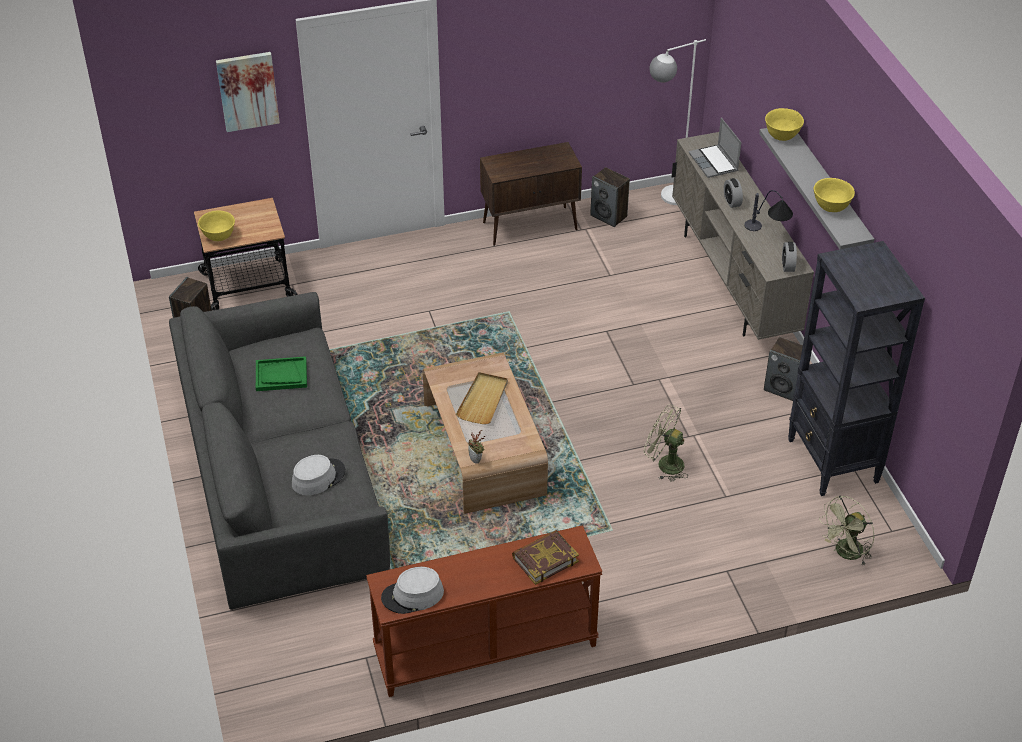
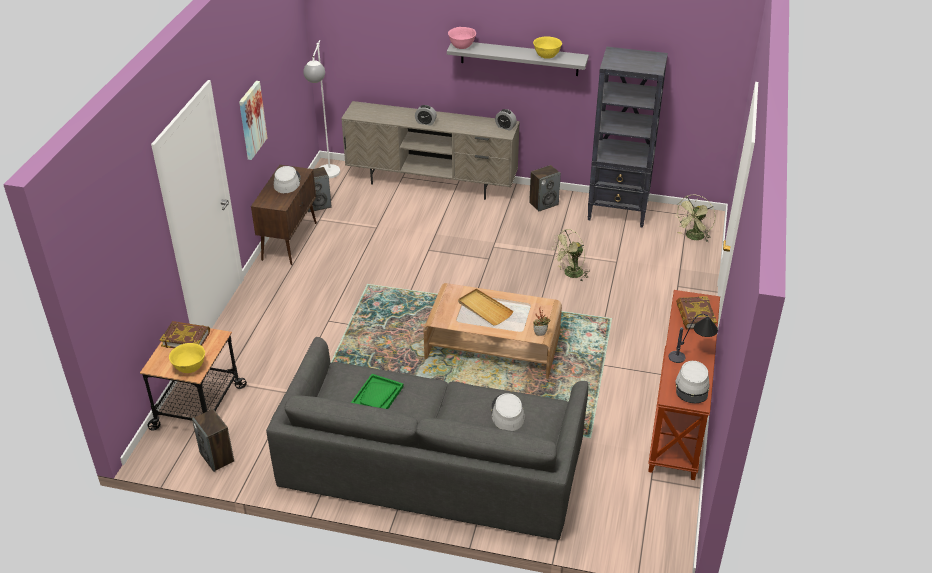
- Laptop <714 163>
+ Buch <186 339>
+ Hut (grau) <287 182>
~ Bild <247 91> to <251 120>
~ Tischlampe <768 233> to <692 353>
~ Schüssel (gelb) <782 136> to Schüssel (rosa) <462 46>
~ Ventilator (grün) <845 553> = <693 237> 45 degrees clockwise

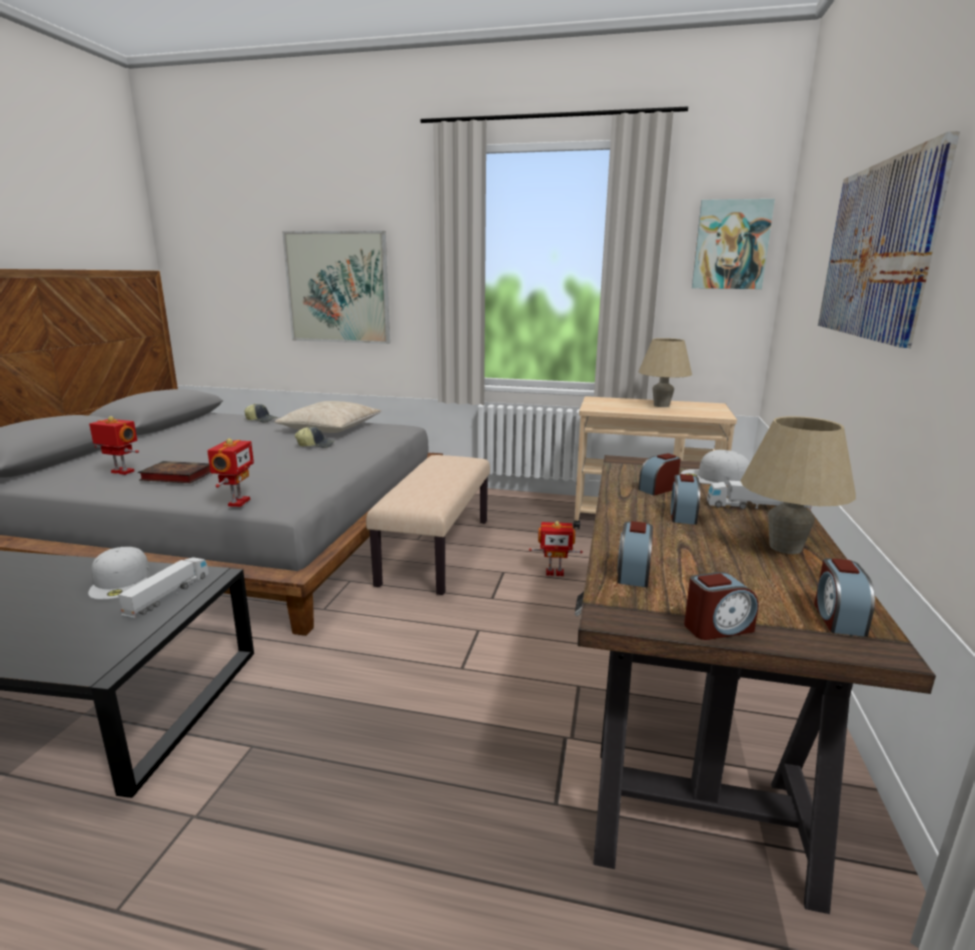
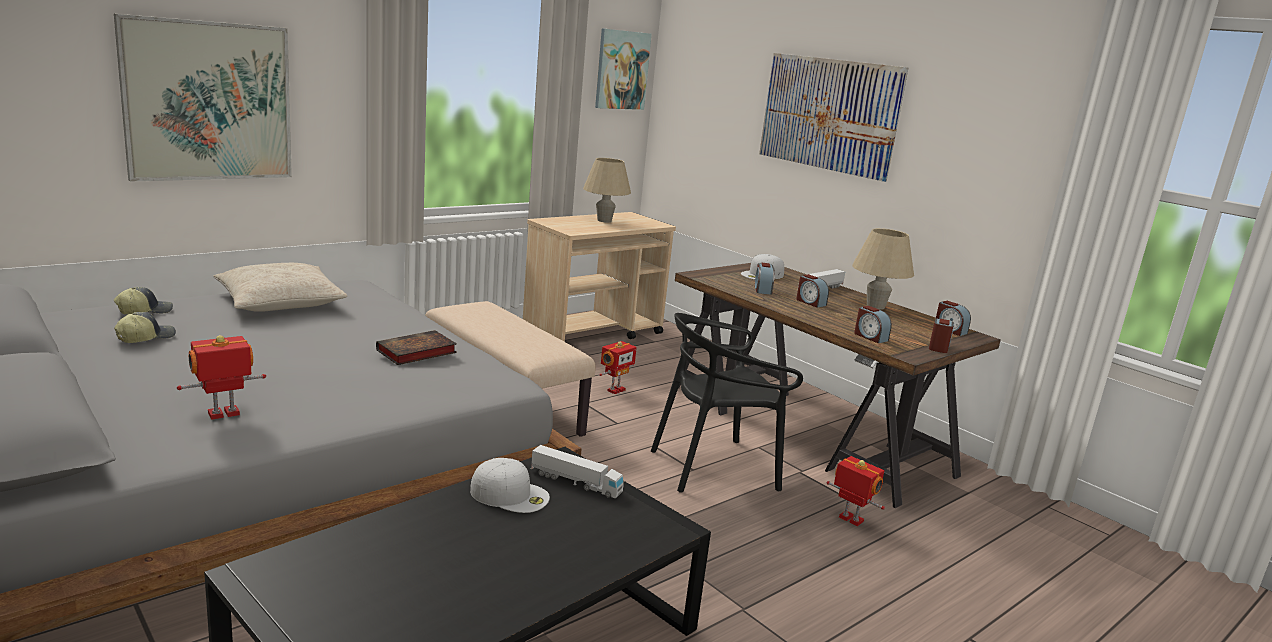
+ Stuhl (schwarz) <714 468>
~ Buch <175 476> to <415 352>
~ Spielzeugroboter <237 502> to <850 520>
~ Kappe <316 445> to <145 337>
~ Spielzeuglaster <168 595> = <575 482> 150 degrees clockwise

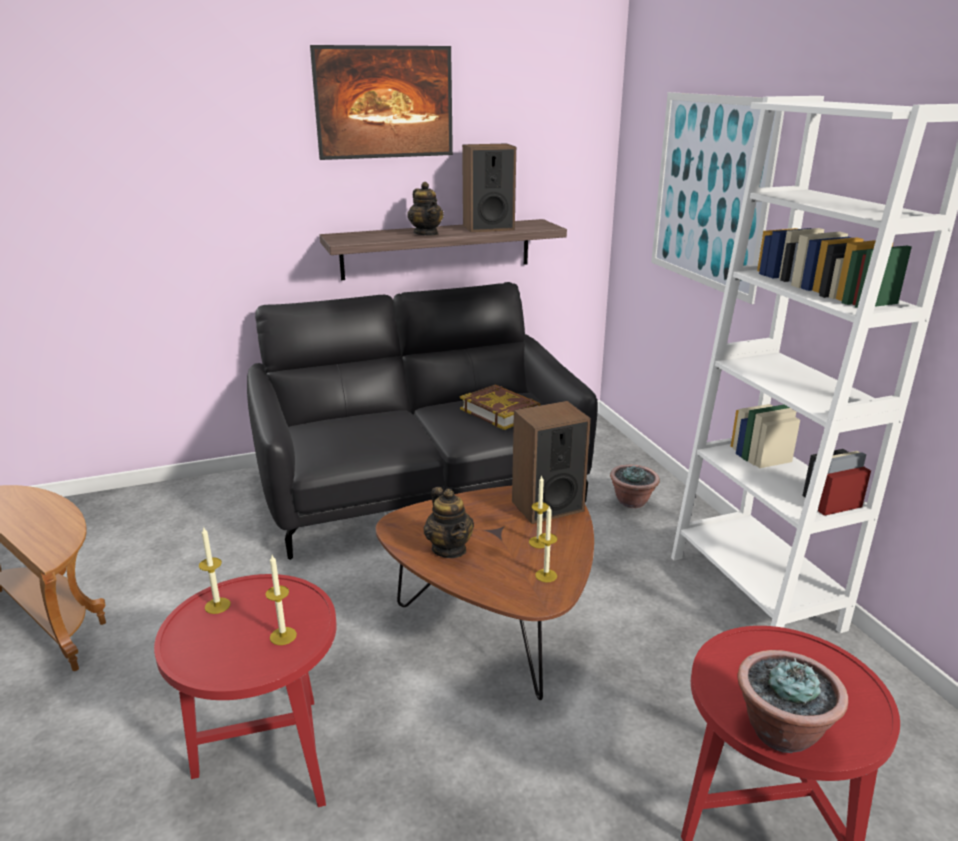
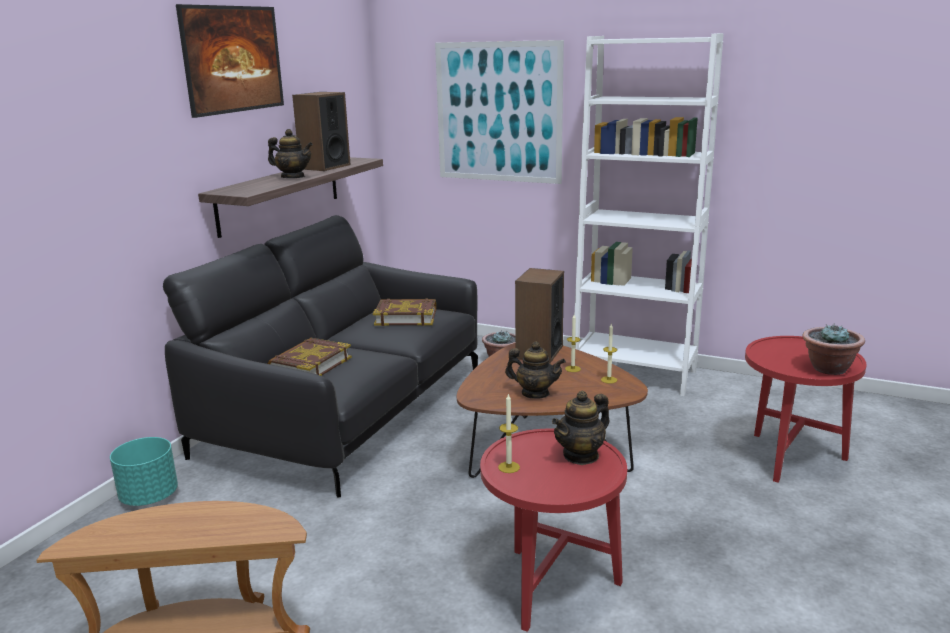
+ Pflanzkübel (türkis) <149 497>
+ Buch <310 365>
~ Kerze <283 636> to Teekanne <581 455>

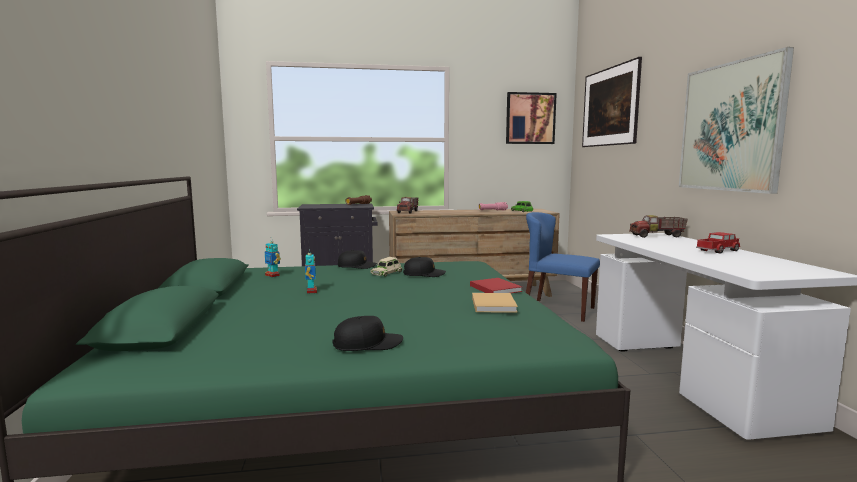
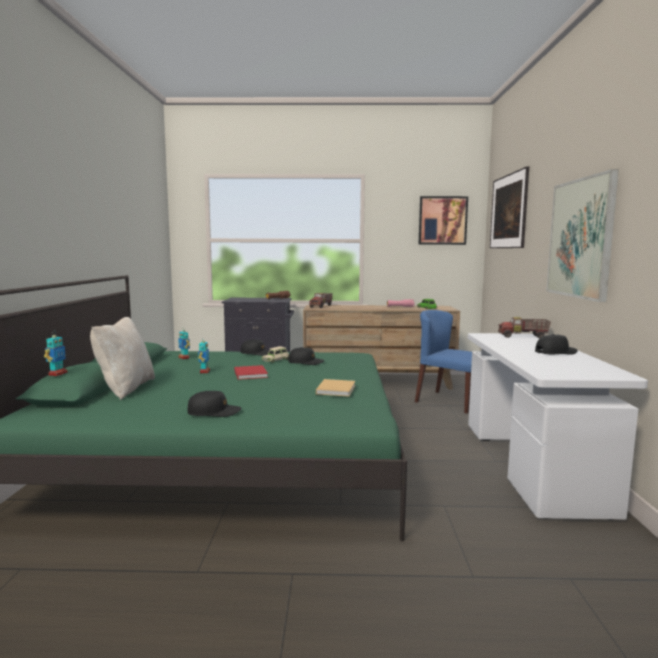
+ Spielzeugroboter <57 374>
+ Kissen (beige) <125 389>
~ Buch (rot) <494 288> to <250 373>
~ Spielzeuglaster <717 251> to Kappe (schwarz) <555 352>

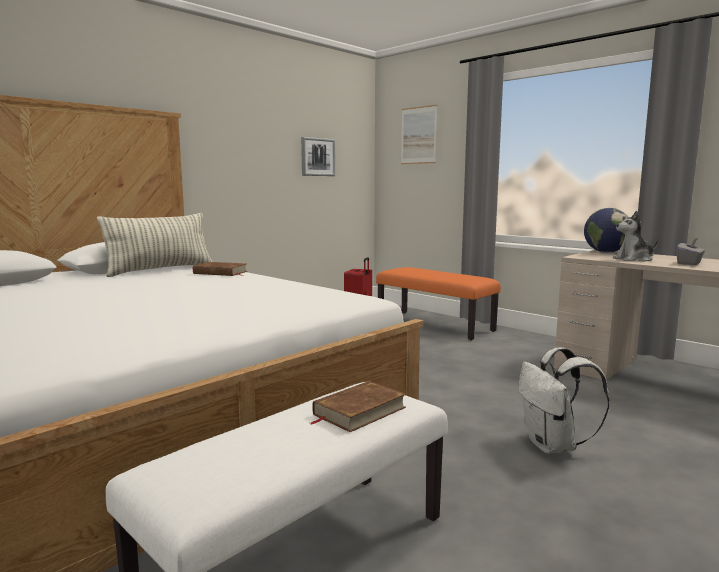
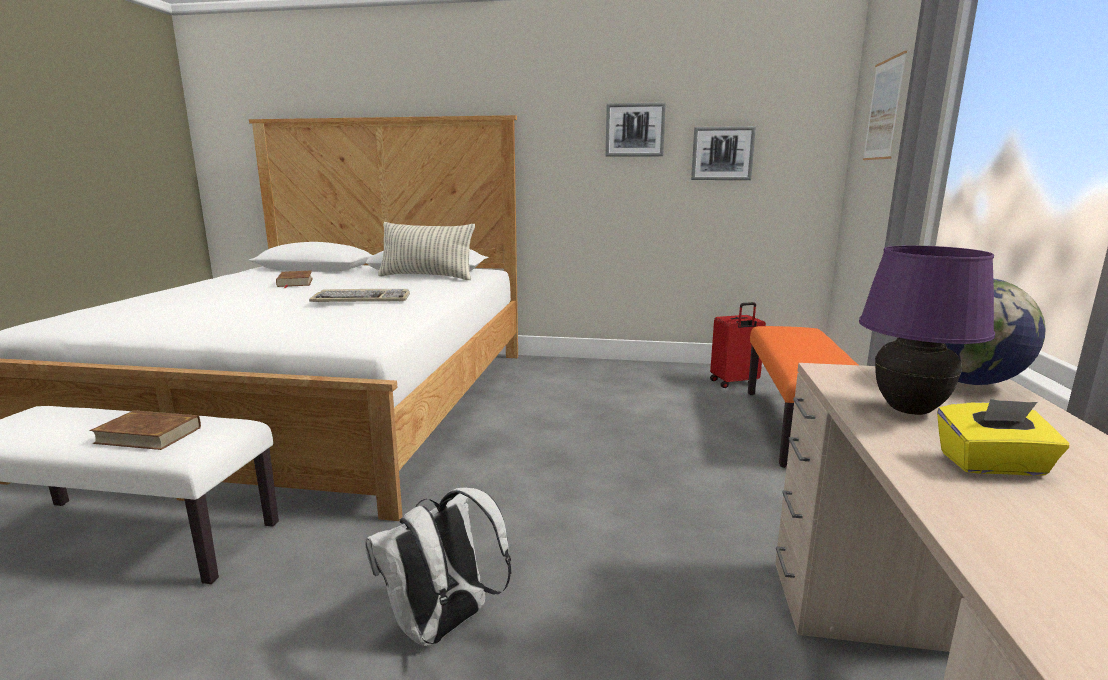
+ Tastatur <363 299>
+ Bild <635 130>
~ Buch (braun) <220 272> to <295 282>
~ Plüschtier <634 259> to Tischlampe (lila) <910 410>
~ Taschentuchbox (grau) <689 263> to Taschentuchbox (gelb) <992 465>

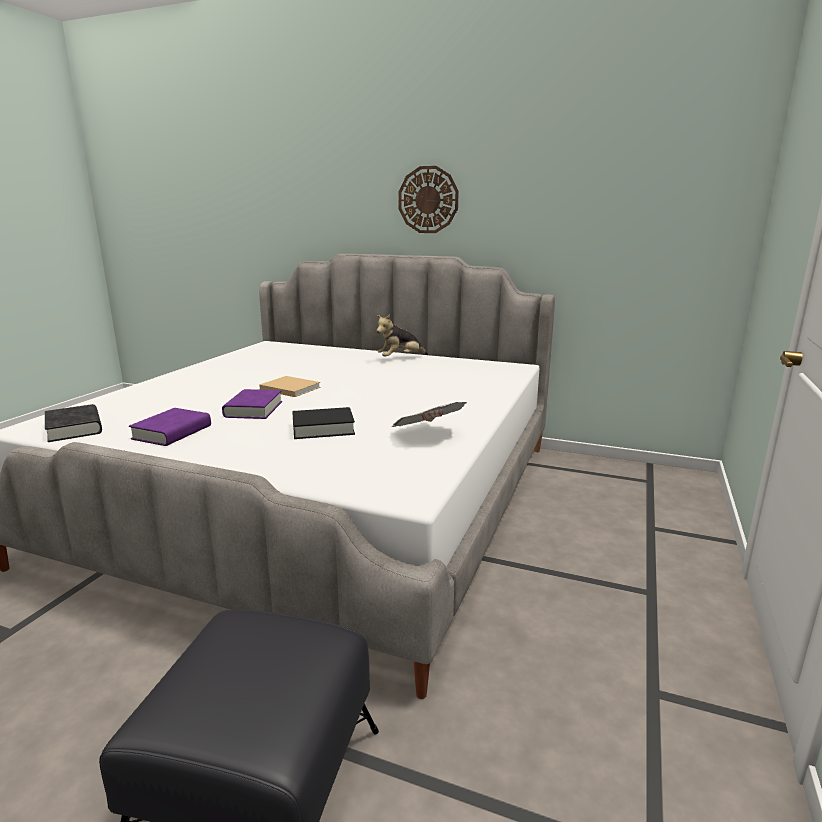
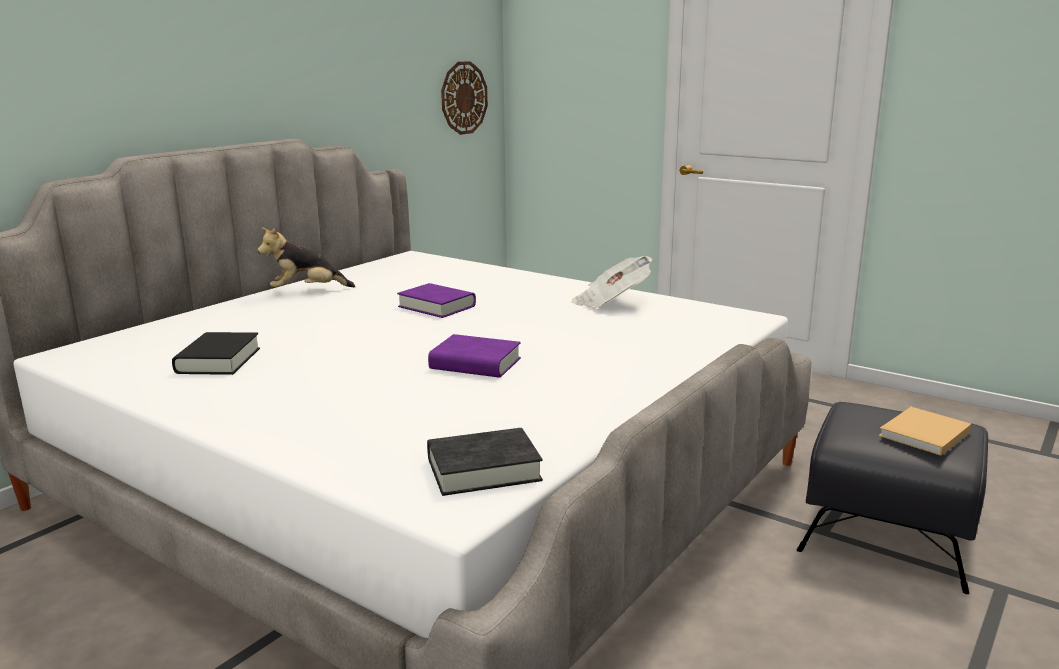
~ Buch (lila) <172 432> to <437 306>
~ Buch (beige) <289 388> to <923 434>
~ Buch (schwarz) <323 428> to <218 361>
~ Wanduhr <428 200> to <464 98>
~ Plüschtier <400 358> = <306 291> 90 degrees clockwise

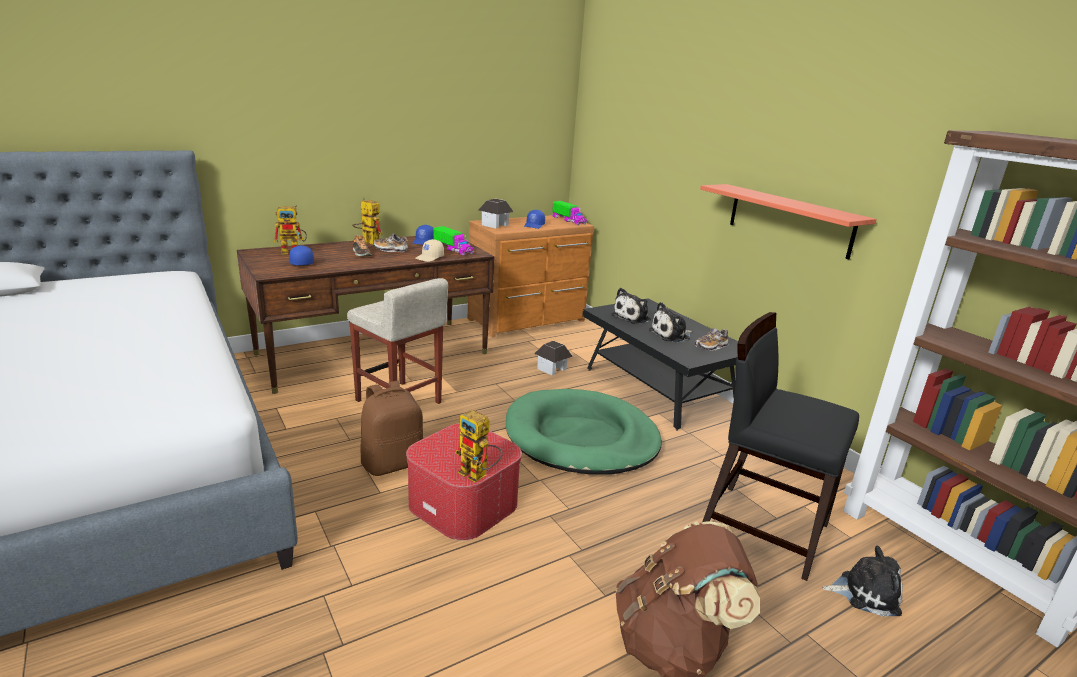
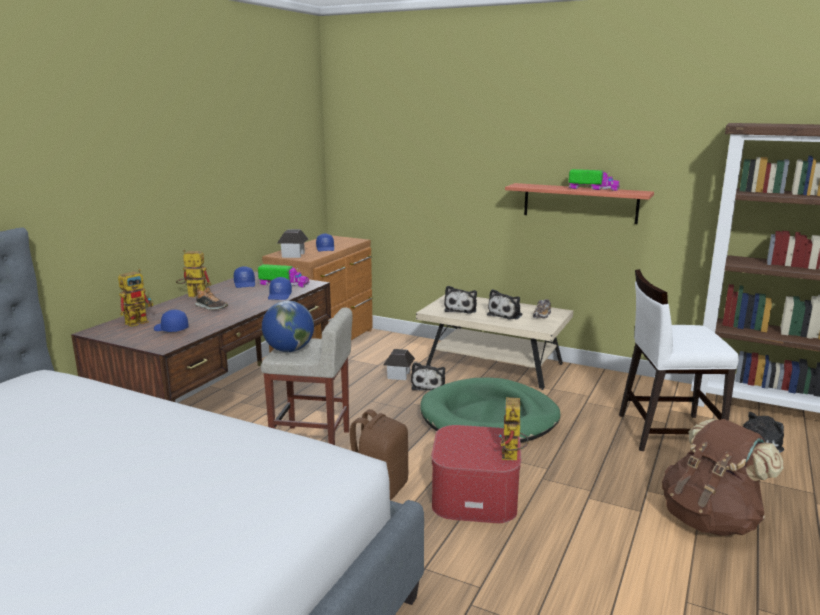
- Schuh <390 250>
+ Globus <289 350>
+ Plüschtier <429 385>
~ Spielzeuglaster <568 220> to <593 189>
~ Kappe (beige) <430 258> to Kappe (blau) <280 296>
~ Couchtisch (schwarz) <657 390> to Couchtisch (beige) <493 366>
~ Stuhl (schwarz) <762 528> to Stuhl (weiß) <667 432>
~ Spielzeugroboter <478 475> = <512 457> 90 degrees clockwise

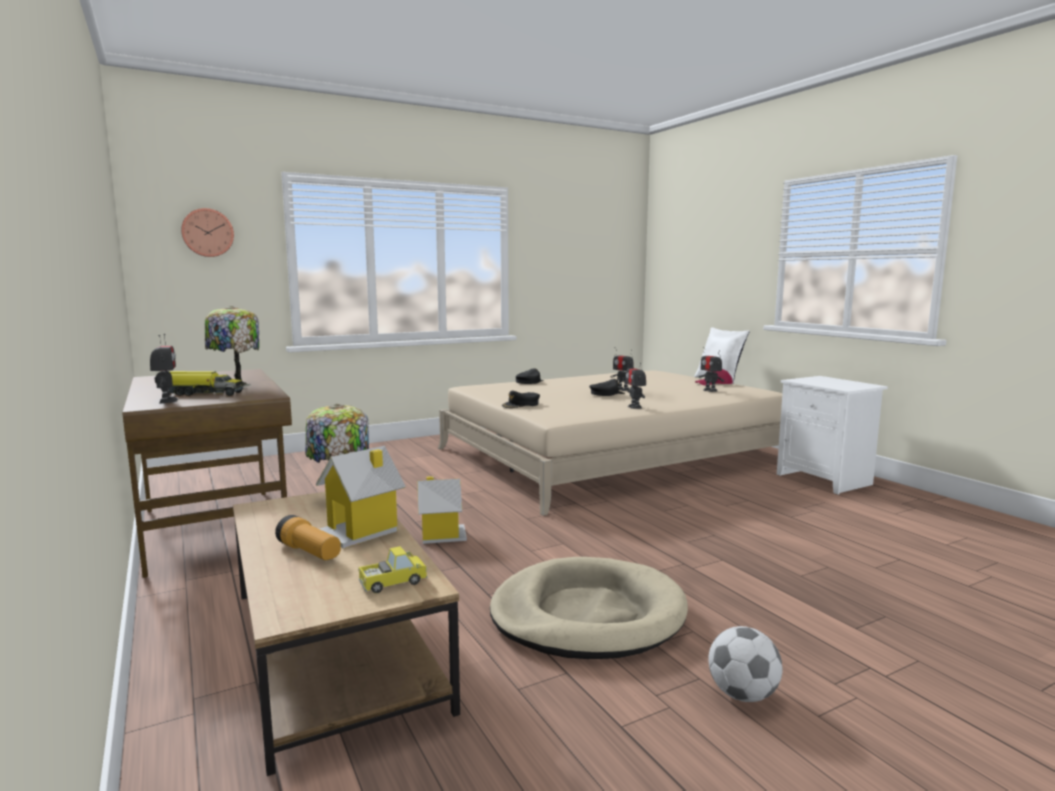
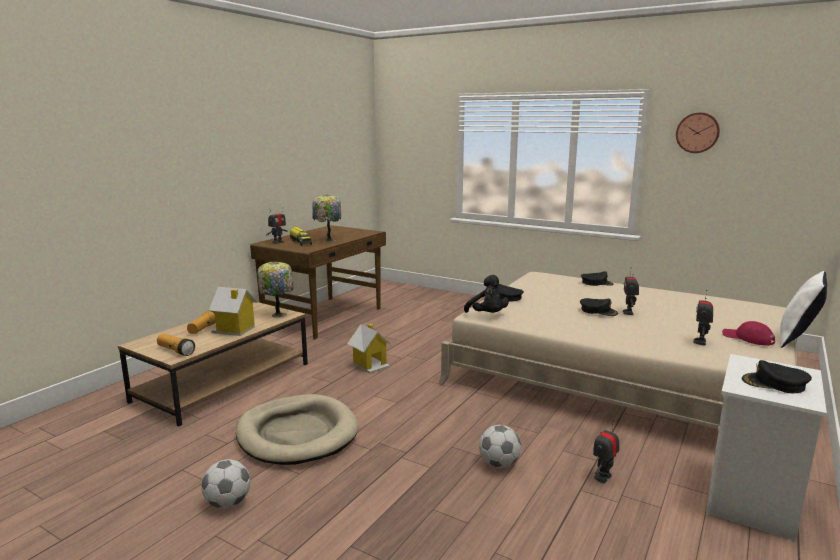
+ Plüschtier (schwarz) <487 315>
+ Fußball <499 464>
+ Kappe (schwarz) <774 384>
~ Wanduhr <207 233> to <697 132>
~ Spielzeugroboter <634 407> to <603 477>
~ Spielzeuglaster <393 583> to Taschenlampe <176 351>

